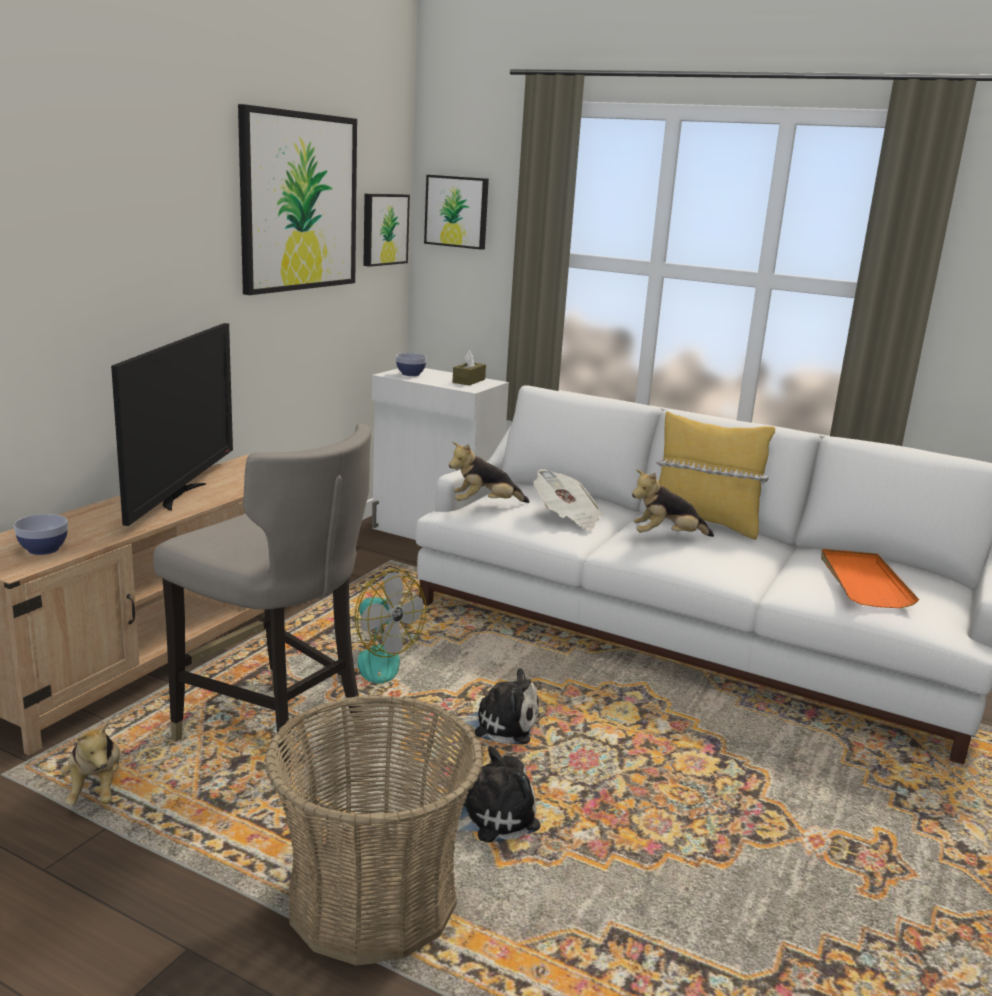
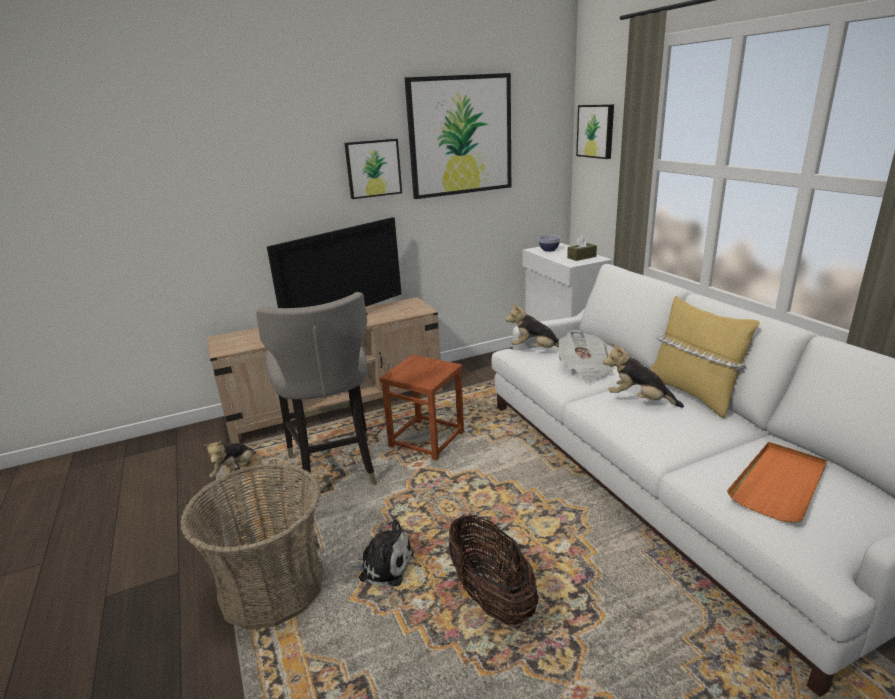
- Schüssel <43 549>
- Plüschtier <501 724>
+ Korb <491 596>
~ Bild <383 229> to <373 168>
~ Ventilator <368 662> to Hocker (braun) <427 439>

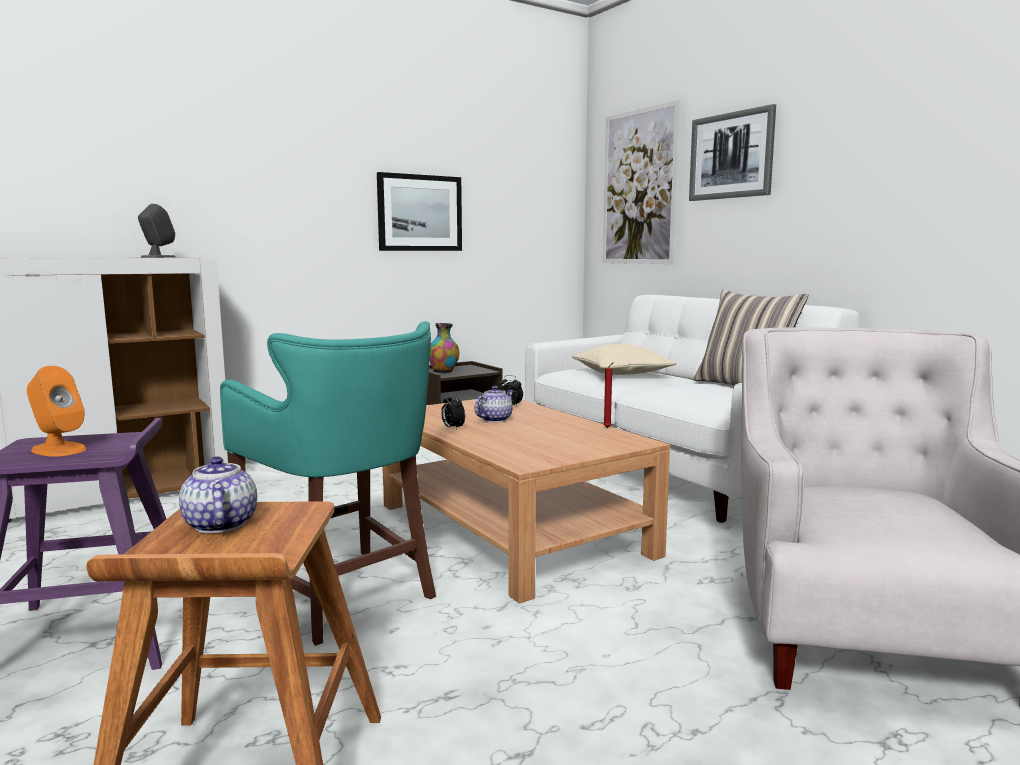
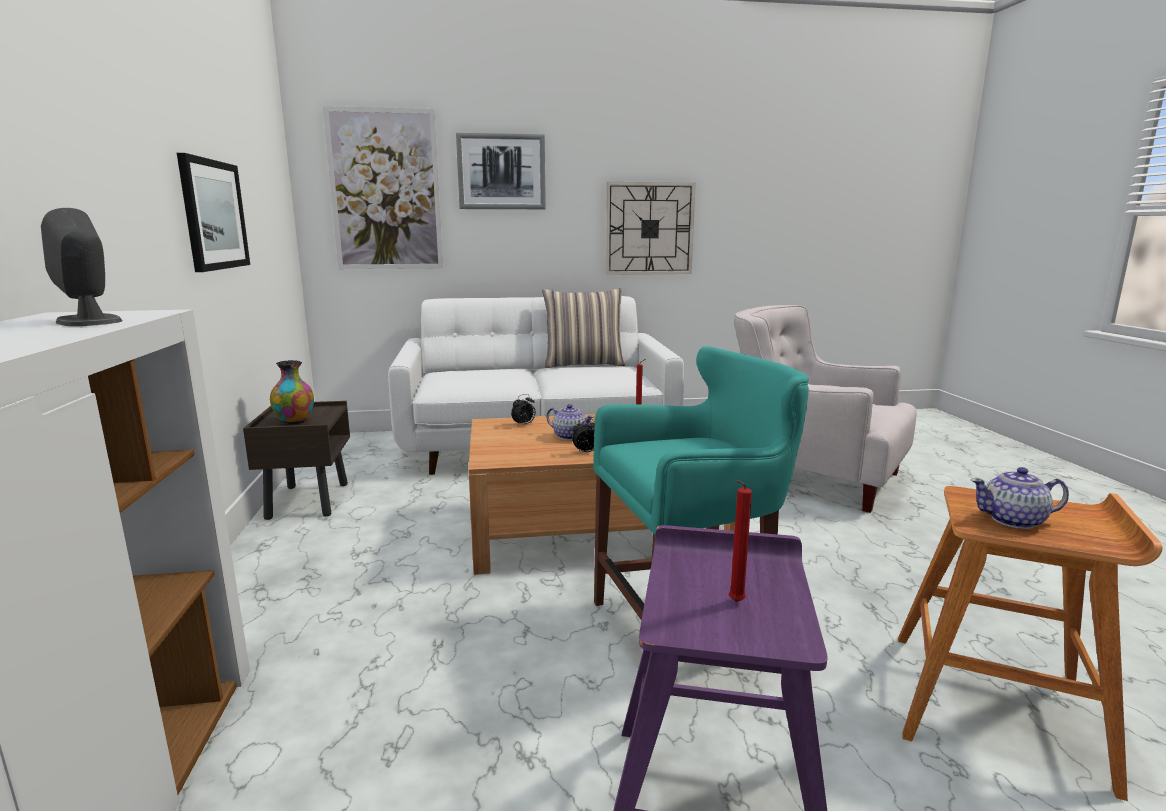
- Kissen (beige) <622 374>
+ Wanduhr <649 229>
~ Lautsprecher (orange) <58 449> to Kerze (rot) <734 602>
~ Teekanne <494 419> = <570 436> 150 degrees clockwise

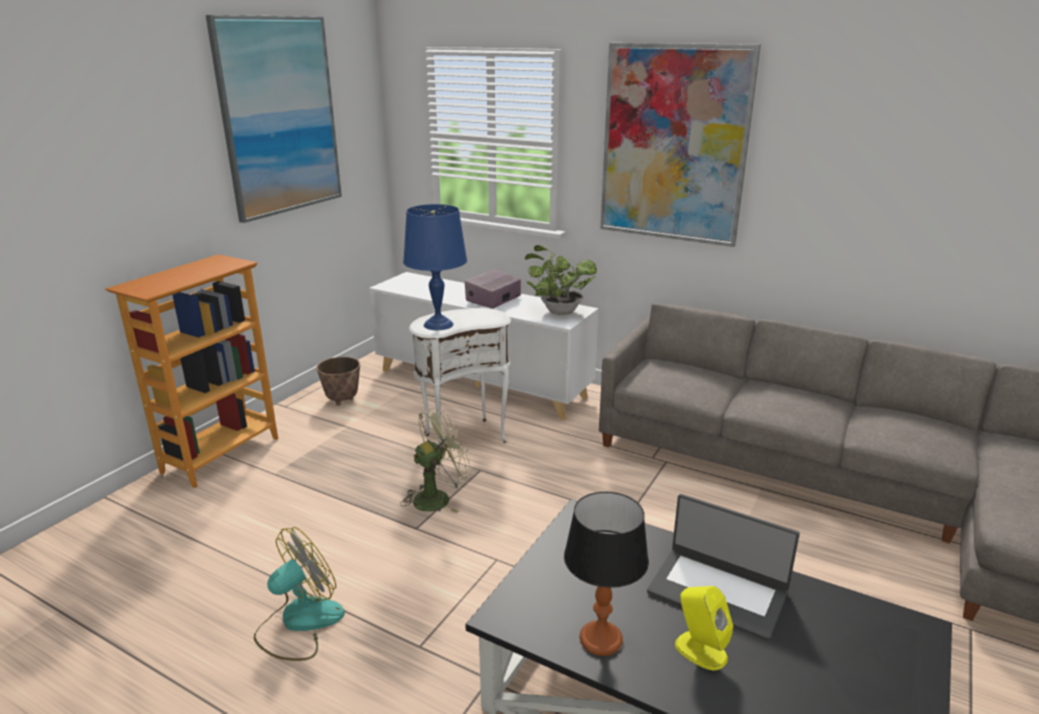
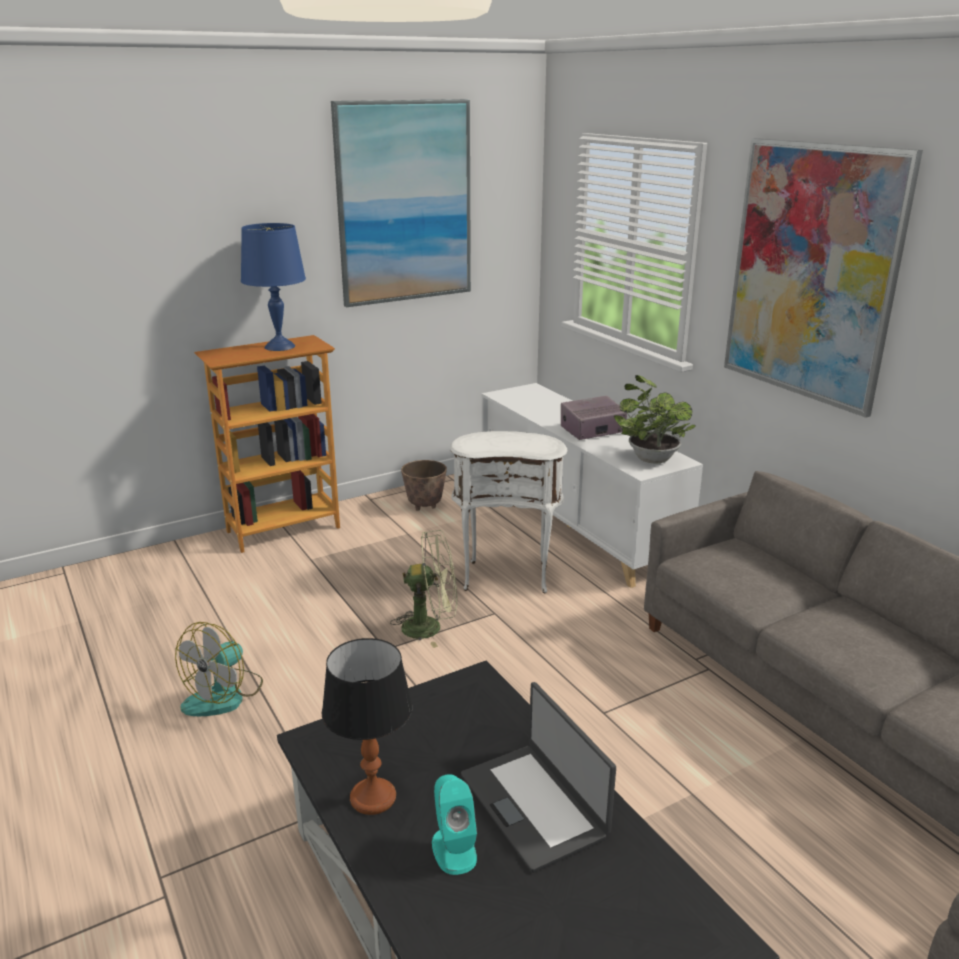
~ Tischlampe (blau) <439 324> to <280 346>
~ Lautsprecher (gelb) <700 650> to Lautsprecher (türkis) <453 849>
~ Ventilator <299 623> = <224 695> 135 degrees clockwise

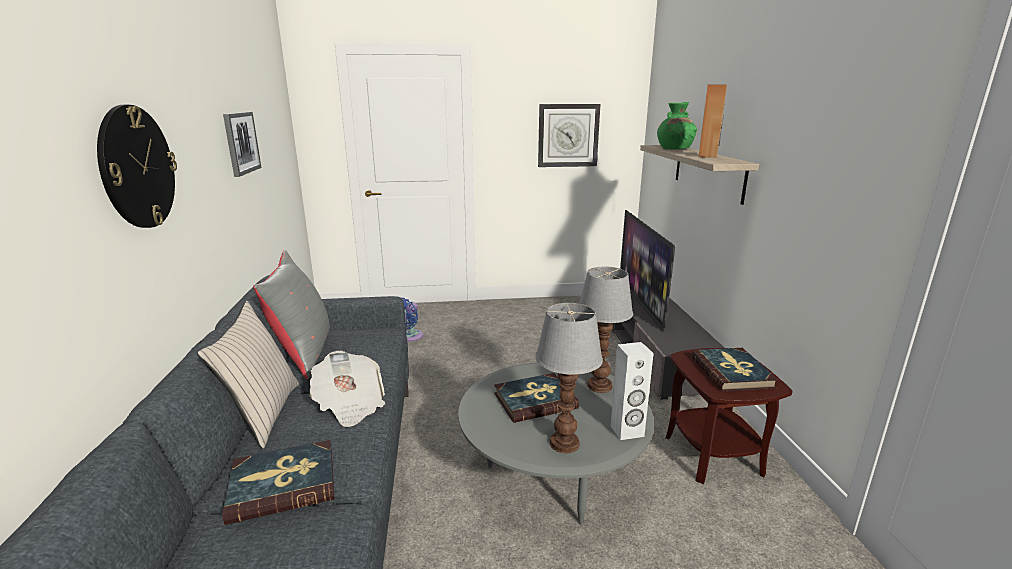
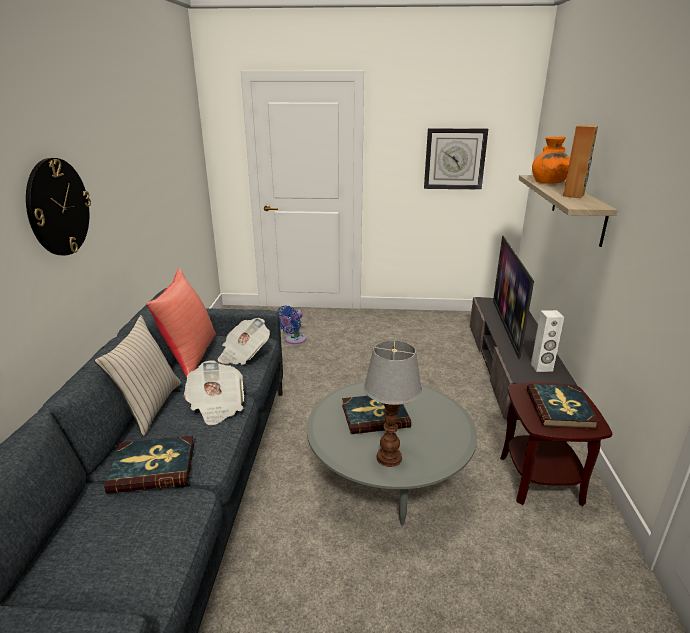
- Bild <241 143>
- Tischlampe <599 386>
+ Zeitung <243 354>
~ Lautsprecher (weiß) <627 431> to <541 367>
~ Kissen (grau) <303 353> to Kissen (rot) <190 355>
~ Vase (grün) <674 149> to Vase (orange) <548 182>

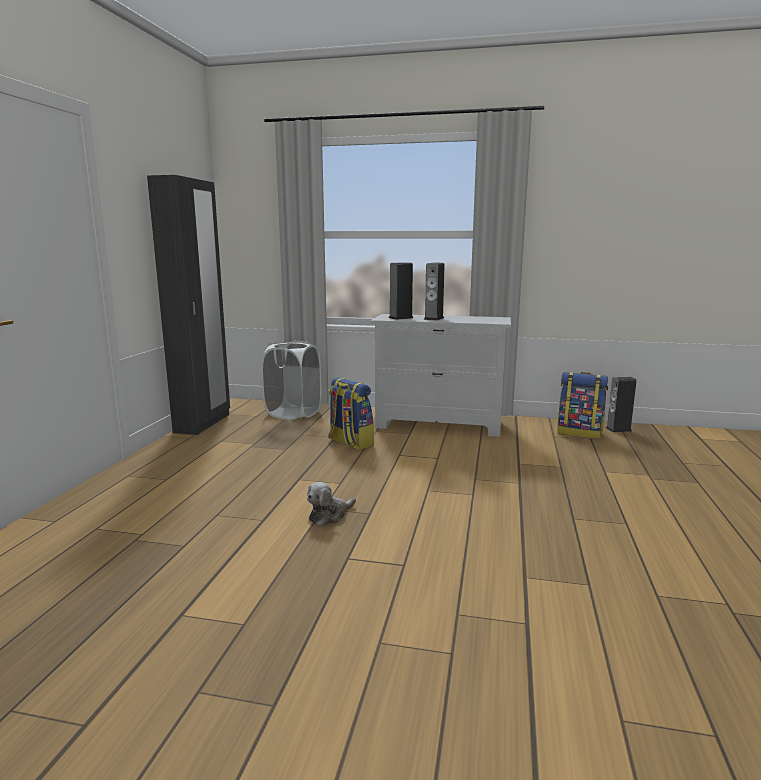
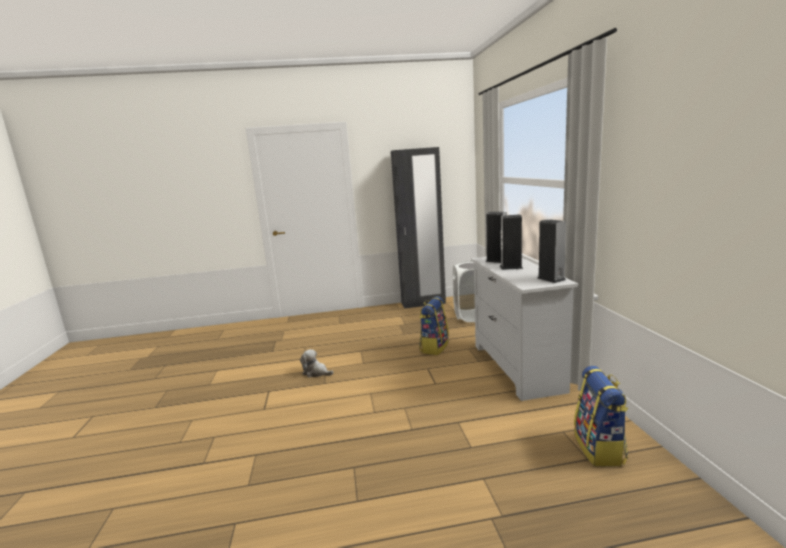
~ Lautsprecher <618 429> to <551 279>

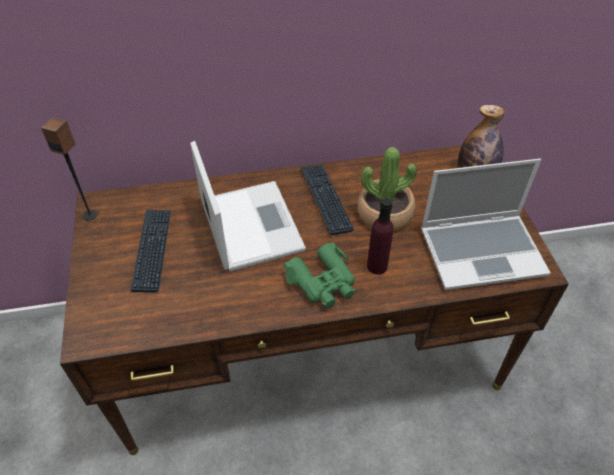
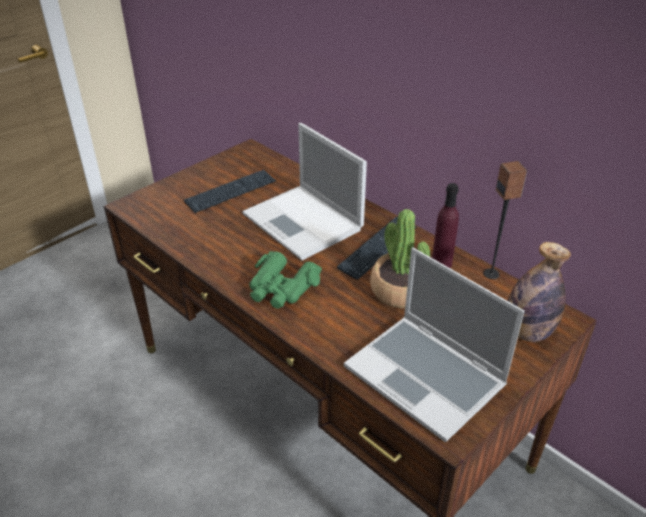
~ Lautsprecher <90 214> to <491 274>
~ Flasche (lila) <377 266> to <441 263>
~ Laptop <250 224> = <304 223> 105 degrees clockwise

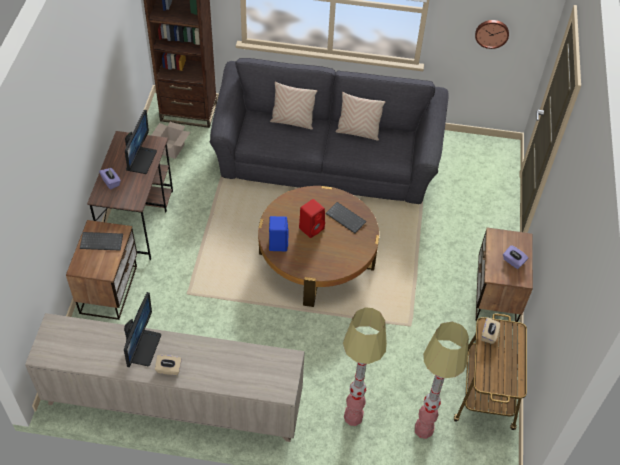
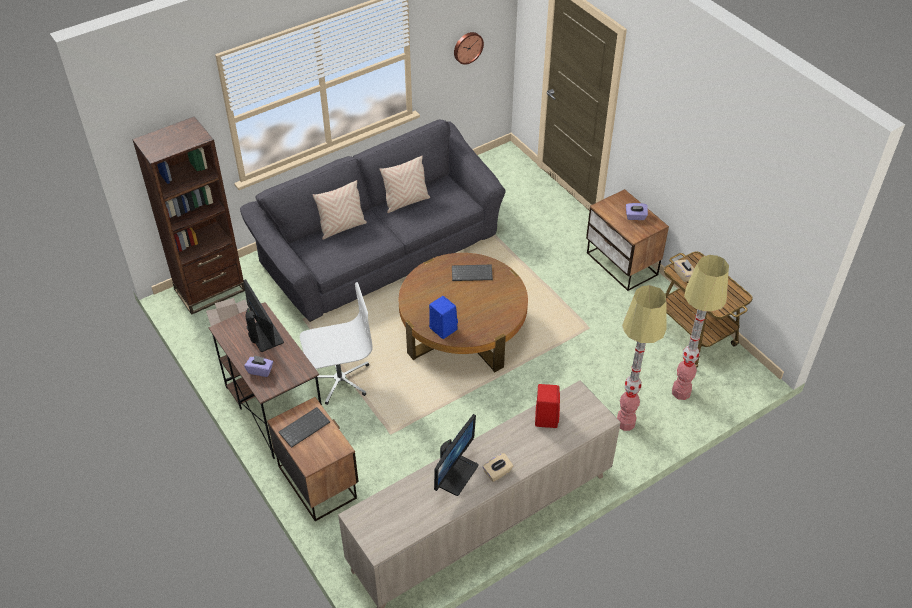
+ Bürostuhl (weiß) <339 379>
~ Lautsprecher (rot) <312 228> to <546 417>
~ Monitor <142 347> = <455 473> 60 degrees clockwise

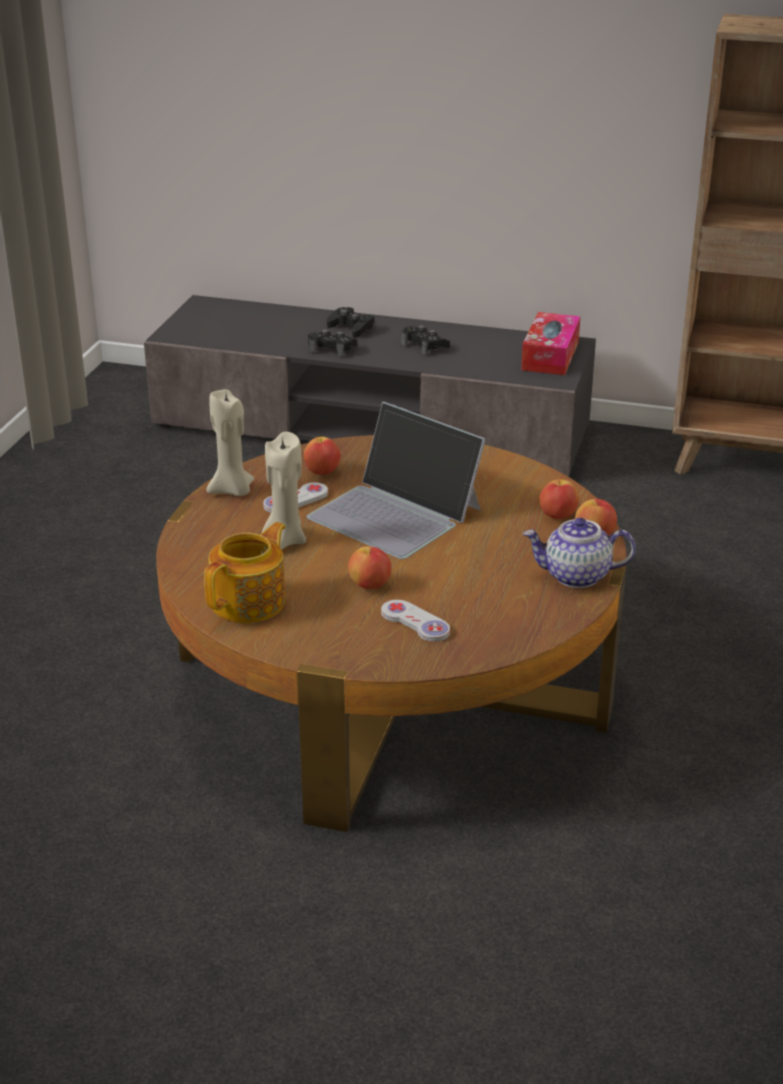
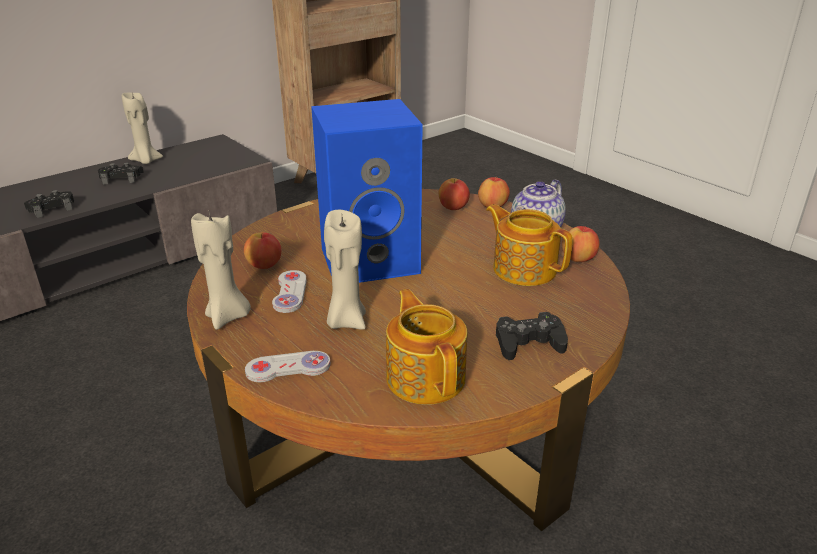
- Taschentuchbox <550 356>
+ Kerze (beige) <146 161>
+ Teekanne <523 268>
~ Gamepad (schwarz) <351 328> to <528 343>
~ Apfel <370 585> to <578 259>
~ Gamepad (weiß) <415 623> to <288 368>
~ Laptop <396 513> to Lautsprecher (blau) <371 259>

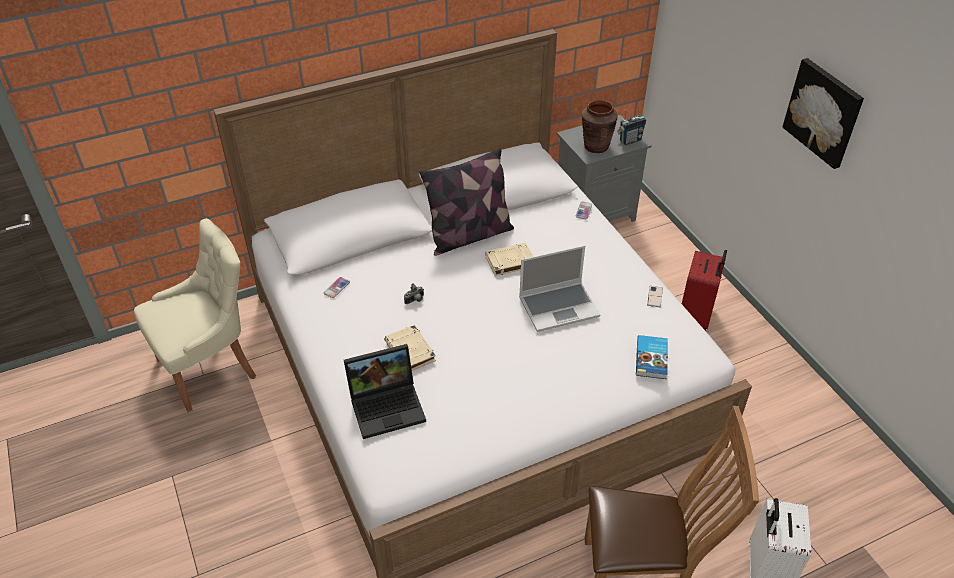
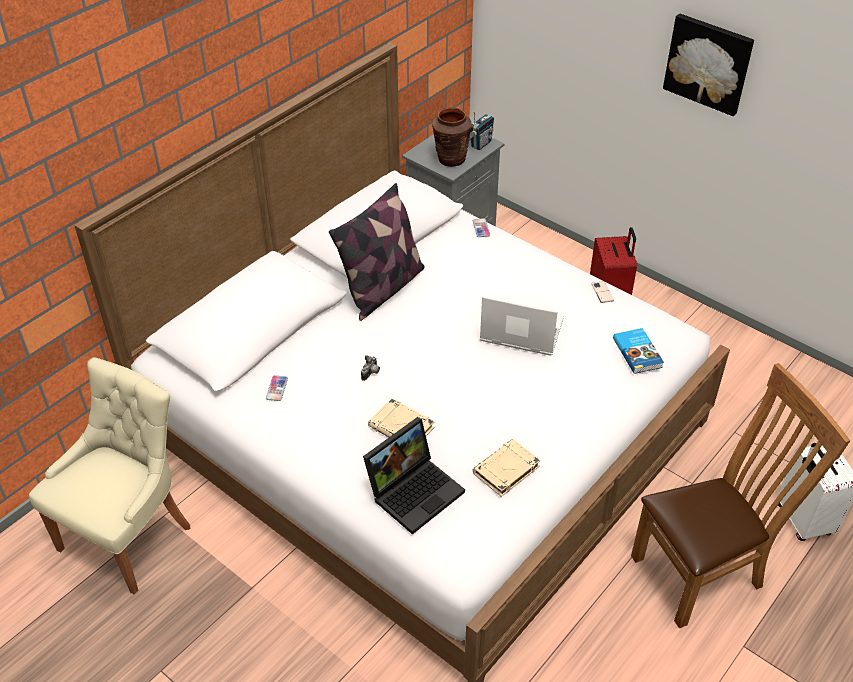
~ Buch (beige) <509 262> to <506 471>
~ Laptop <559 306> = <520 331> 120 degrees counterclockwise

